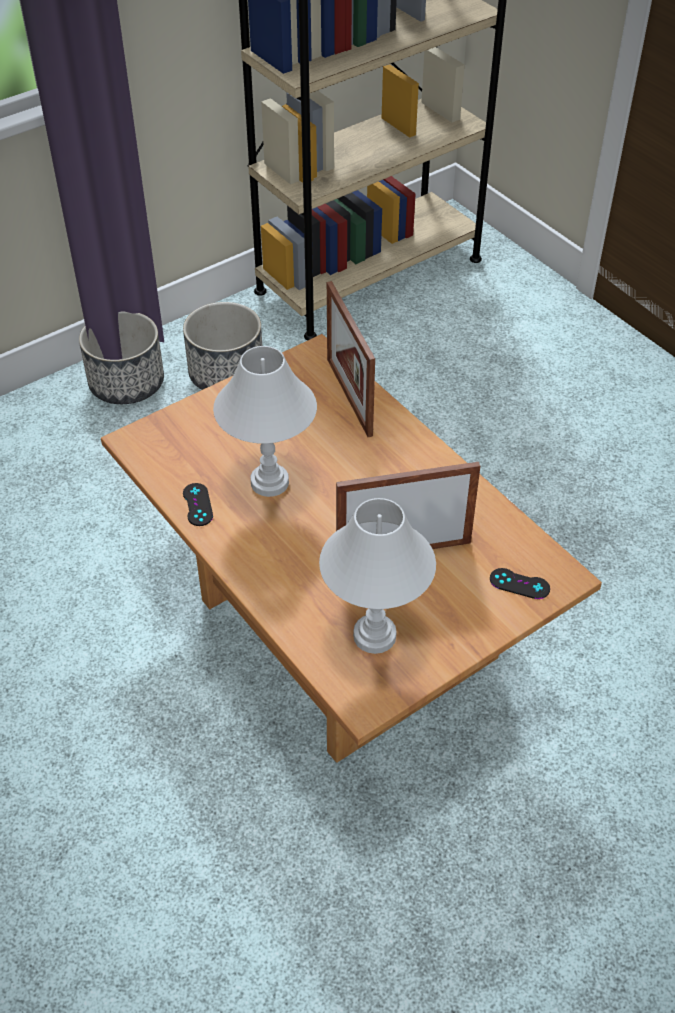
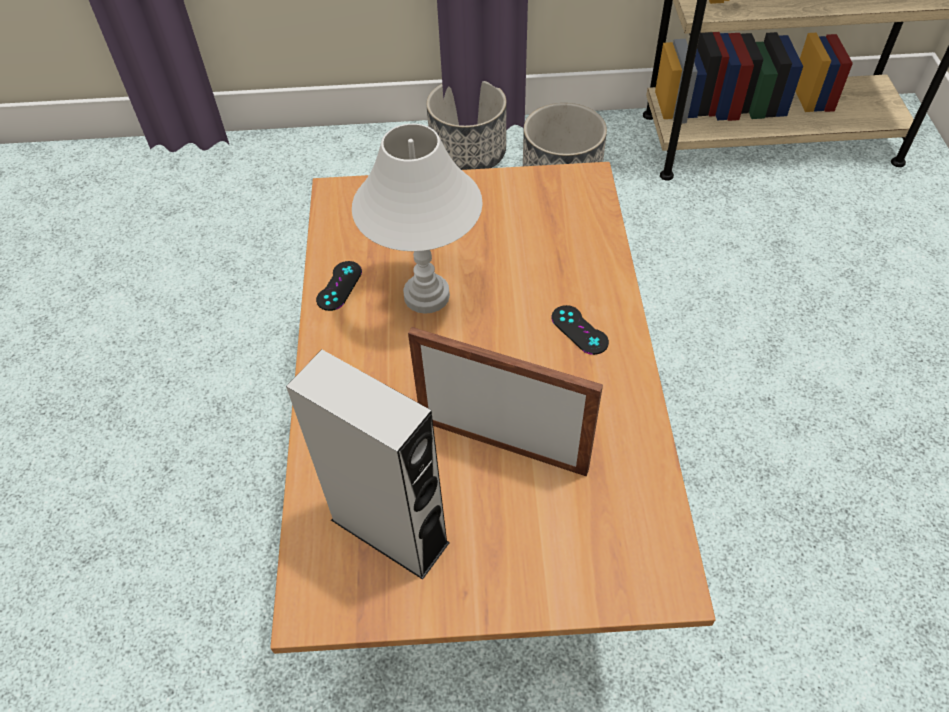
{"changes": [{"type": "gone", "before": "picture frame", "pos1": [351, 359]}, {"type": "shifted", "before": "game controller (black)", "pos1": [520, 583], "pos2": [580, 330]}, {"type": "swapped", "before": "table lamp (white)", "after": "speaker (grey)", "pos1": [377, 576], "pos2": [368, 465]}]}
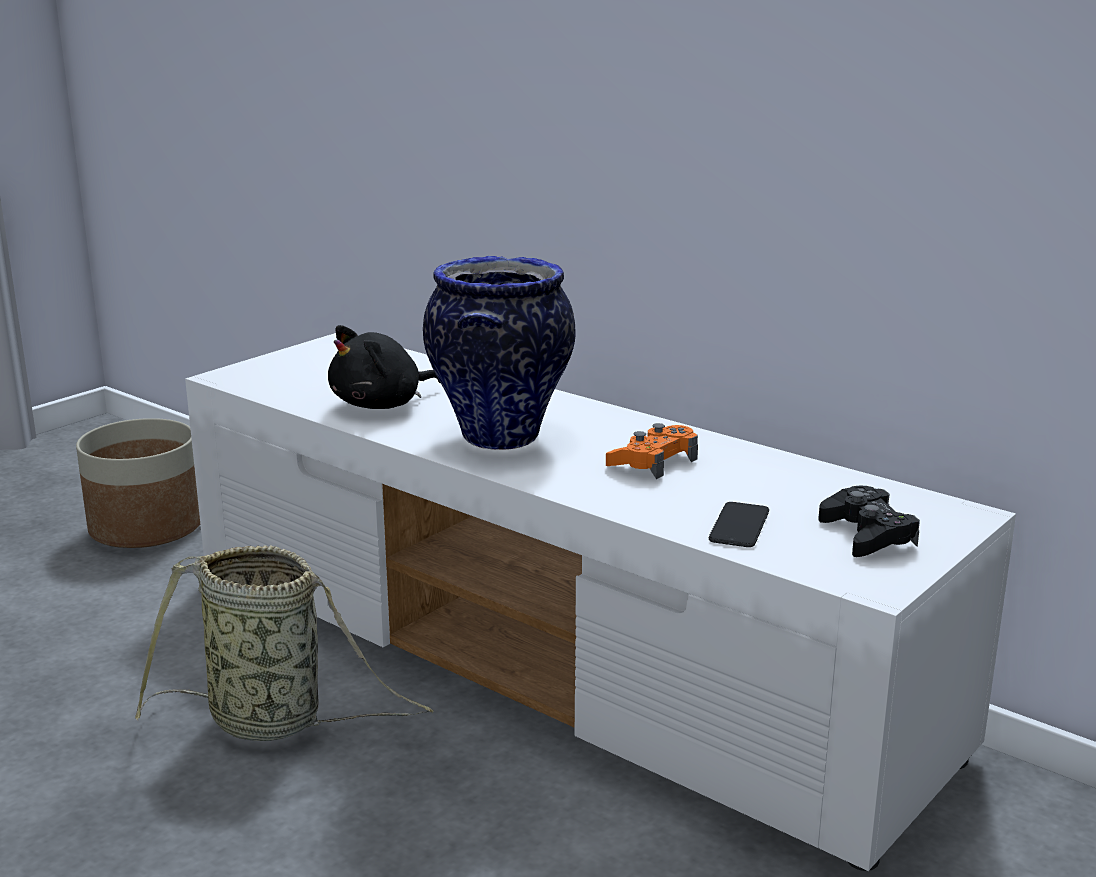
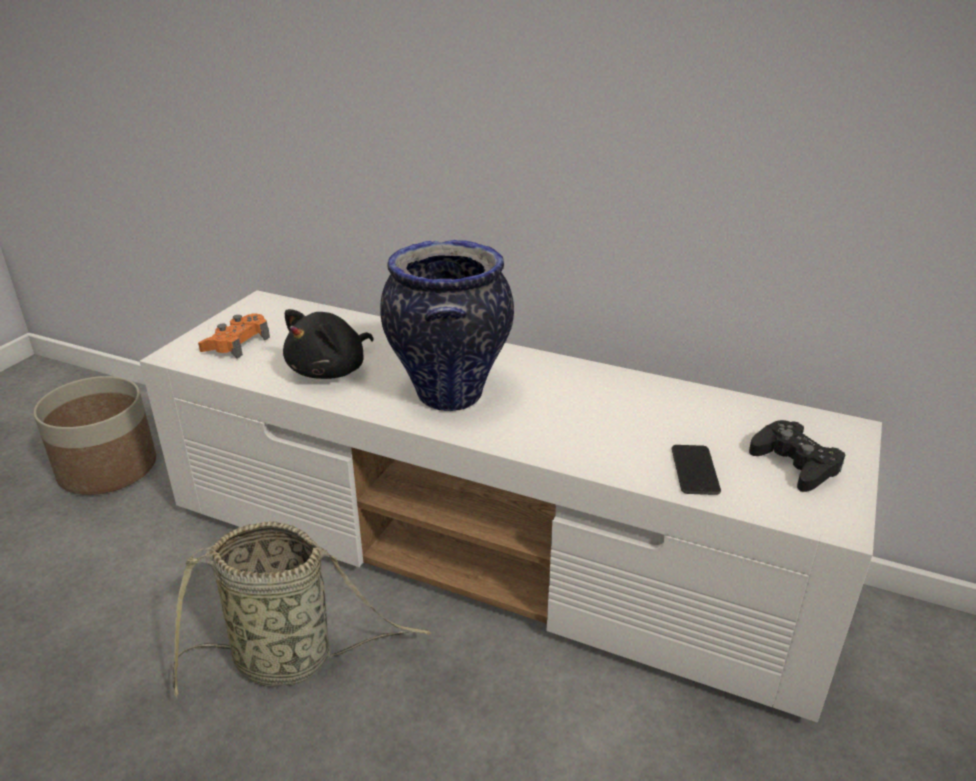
{"changes": [{"type": "shifted", "before": "game controller (orange)", "pos1": [652, 451], "pos2": [234, 336]}]}
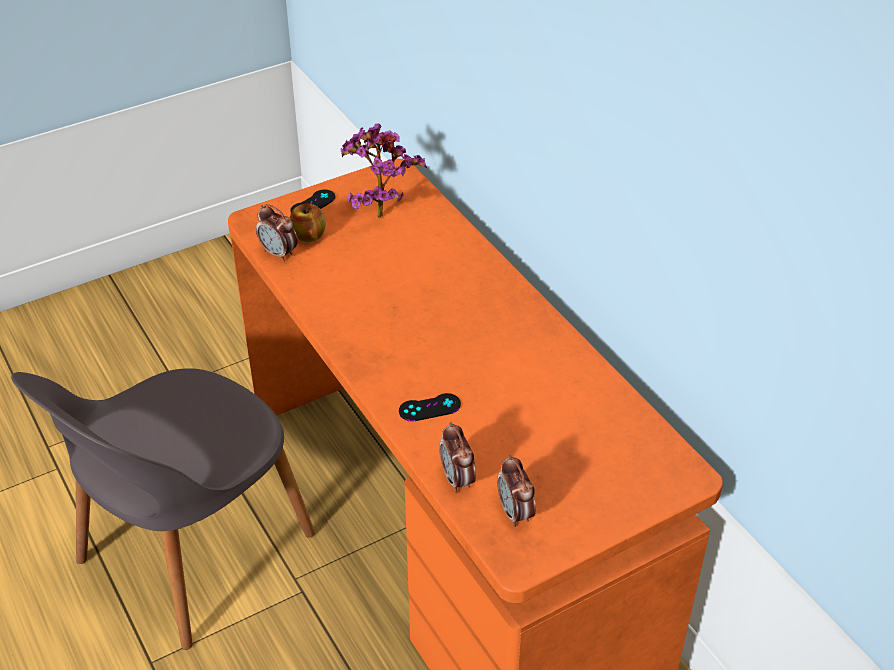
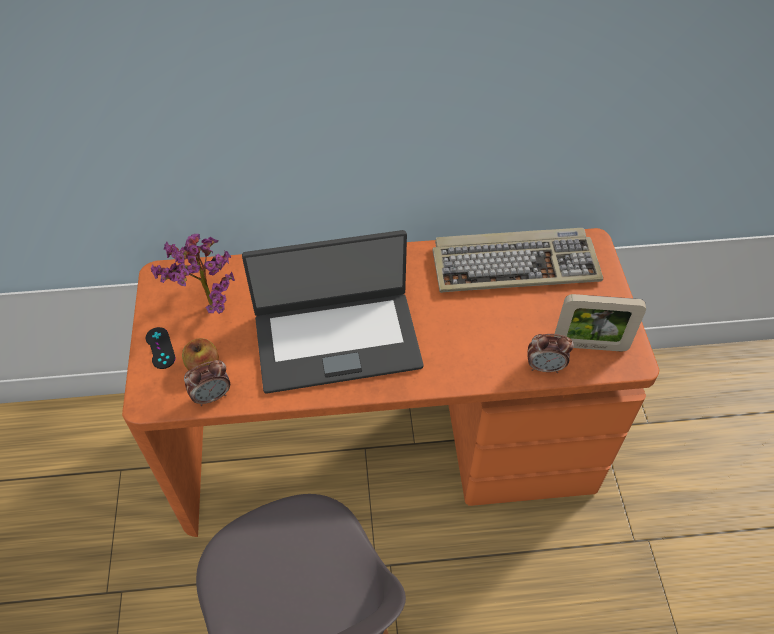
{"changes": [{"type": "gone", "before": "game controller (black)", "pos1": [430, 407]}, {"type": "new", "after": "laptop", "pos2": [333, 311]}, {"type": "new", "after": "keyboard", "pos2": [517, 260]}, {"type": "swapped", "before": "alarm clock", "after": "picture frame", "pos1": [516, 491], "pos2": [600, 322]}]}
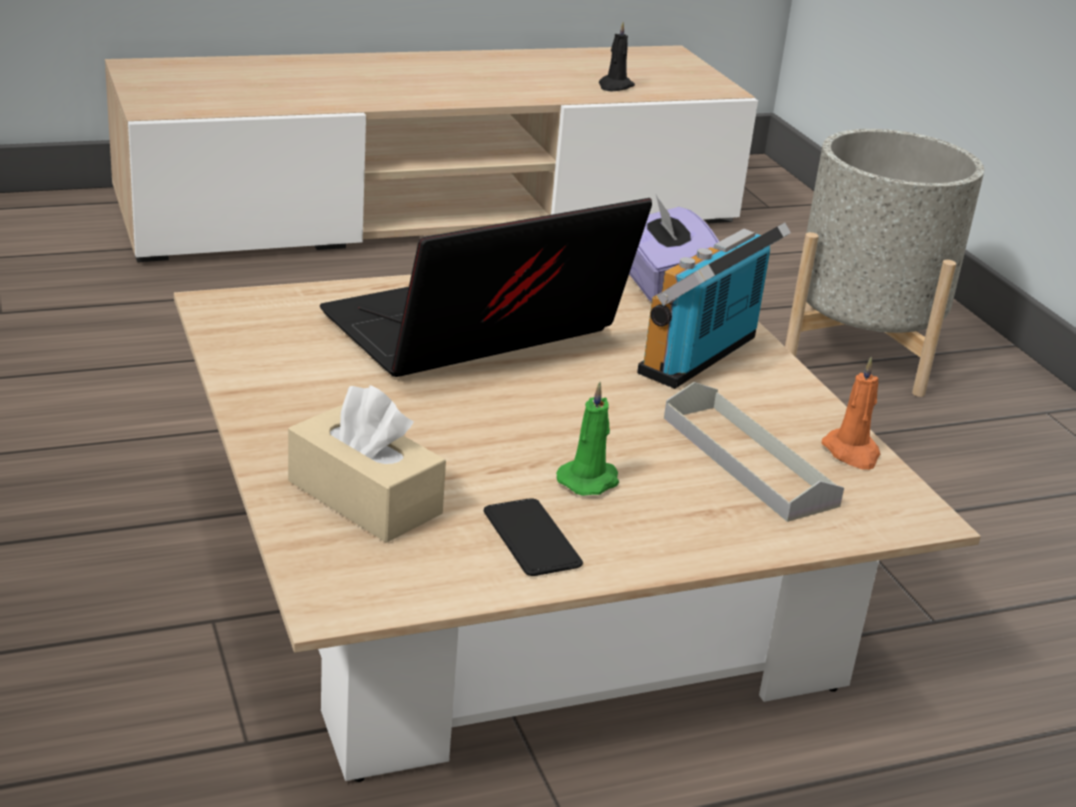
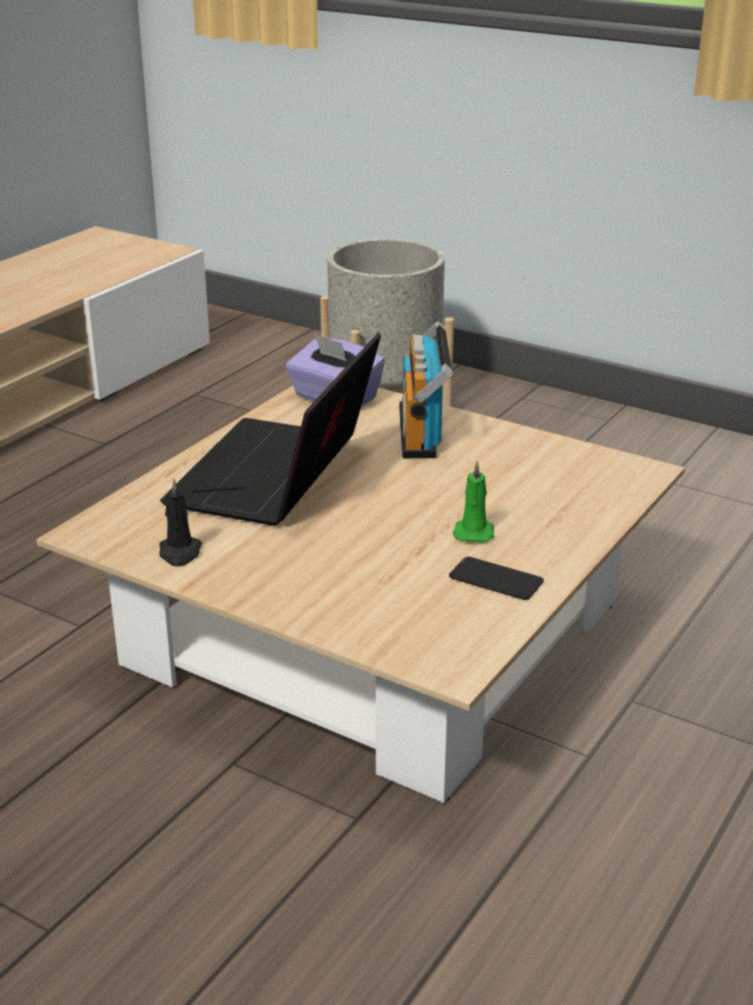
{"changes": [{"type": "gone", "before": "tissue box (beige)", "pos1": [367, 464]}, {"type": "gone", "before": "tray (grey)", "pos1": [754, 452]}, {"type": "gone", "before": "candle (orange)", "pos1": [851, 413]}, {"type": "shifted", "before": "candle (black)", "pos1": [617, 56], "pos2": [180, 522]}]}
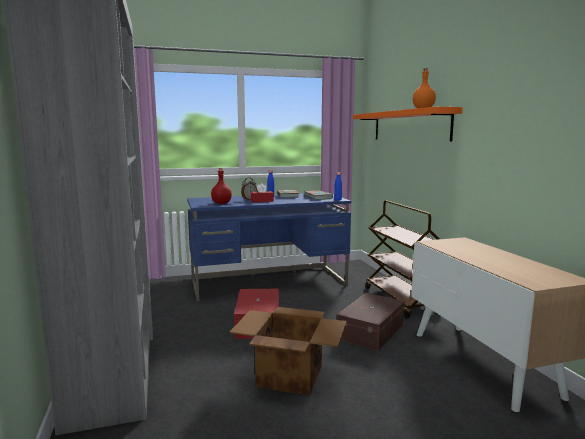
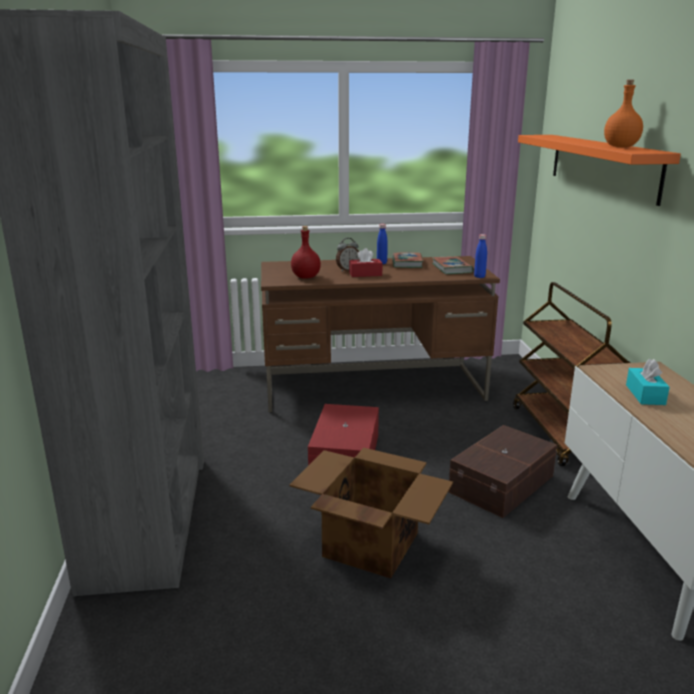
{"changes": [{"type": "new", "after": "tissue box (turquoise)", "pos2": [648, 382]}, {"type": "repainted", "before": "desk (blue)", "after": "desk (brown)", "pos1": [269, 247], "pos2": [380, 334]}]}
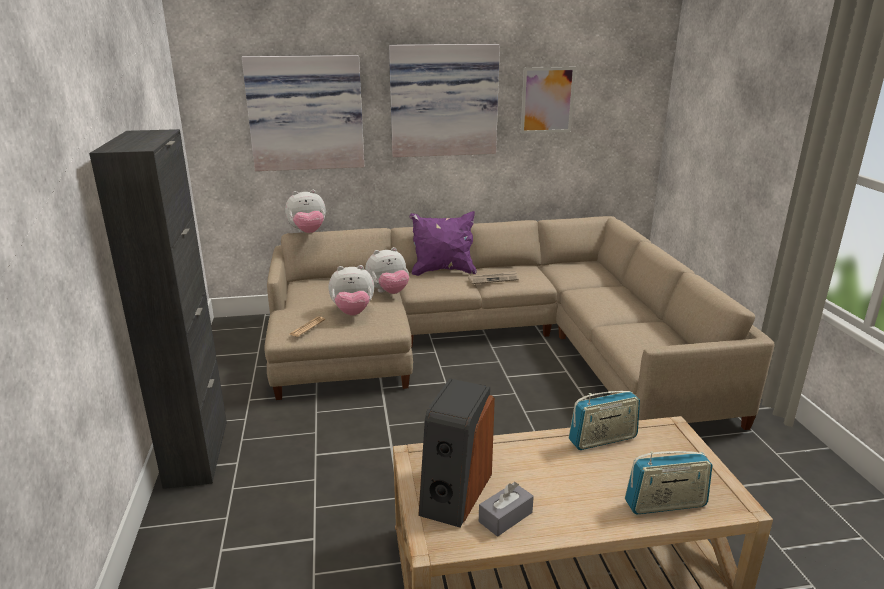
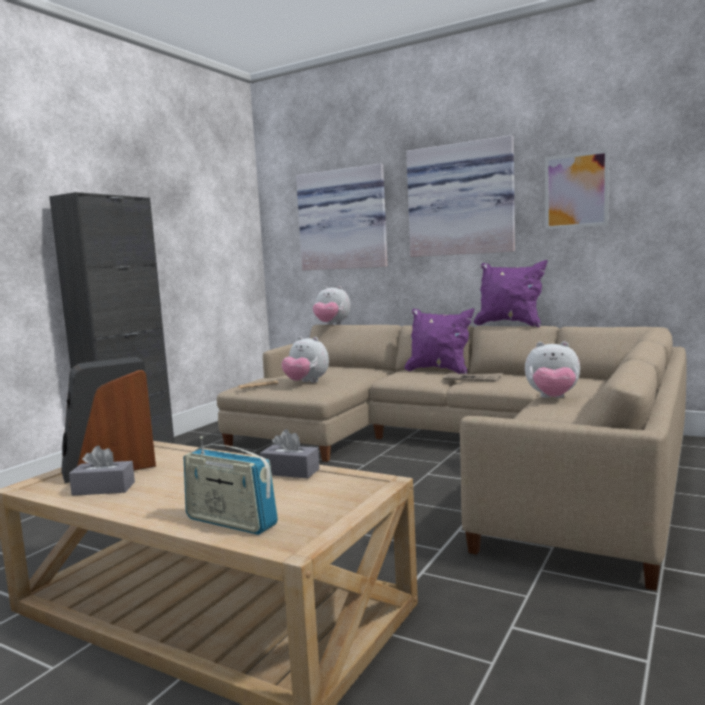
{"changes": [{"type": "new", "after": "pillow (purple)", "pos2": [511, 293]}, {"type": "shifted", "before": "plush toy", "pos1": [387, 270], "pos2": [552, 369]}, {"type": "swapped", "before": "radio", "after": "tissue box (grey)", "pos1": [604, 420], "pos2": [289, 454]}]}
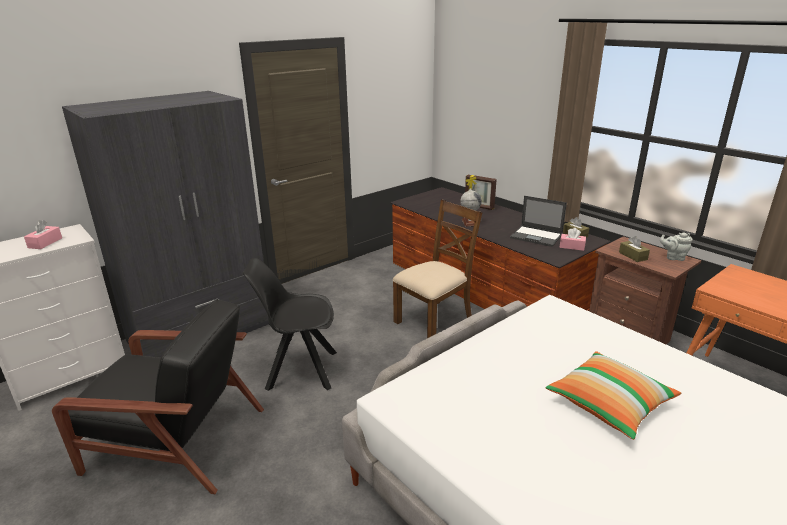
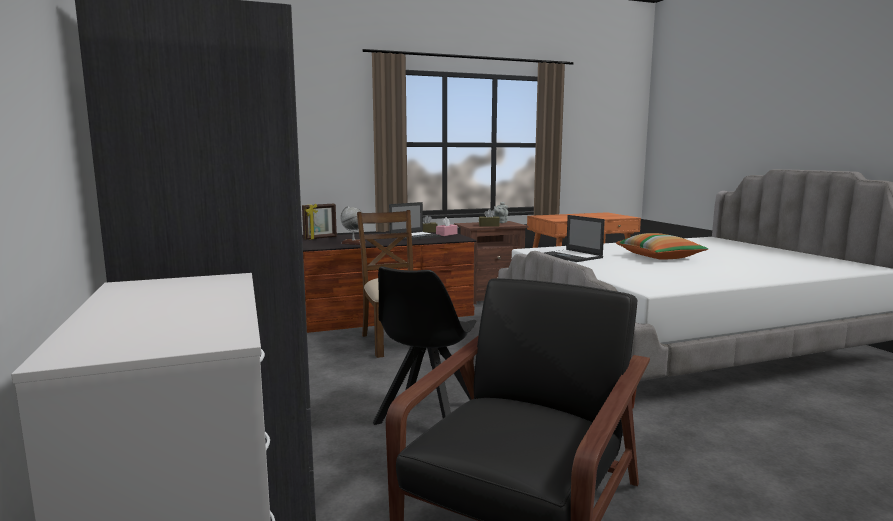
{"changes": [{"type": "gone", "before": "tissue box (pink)", "pos1": [43, 234]}, {"type": "new", "after": "laptop", "pos2": [574, 238]}]}
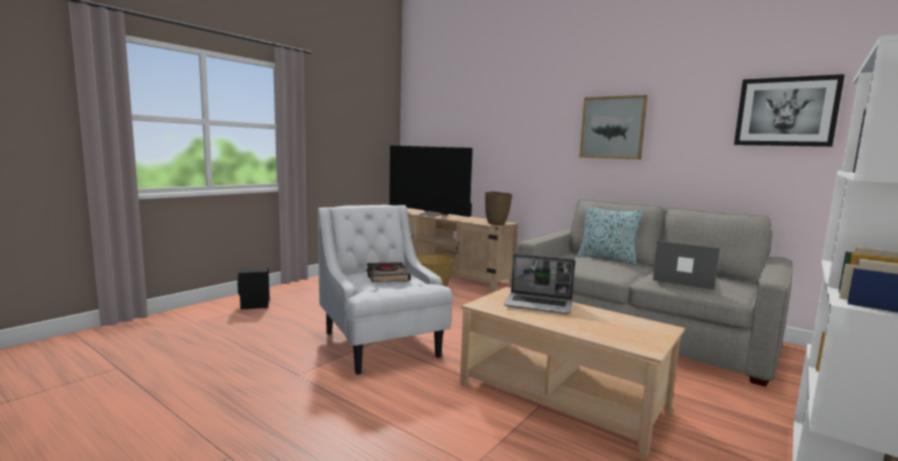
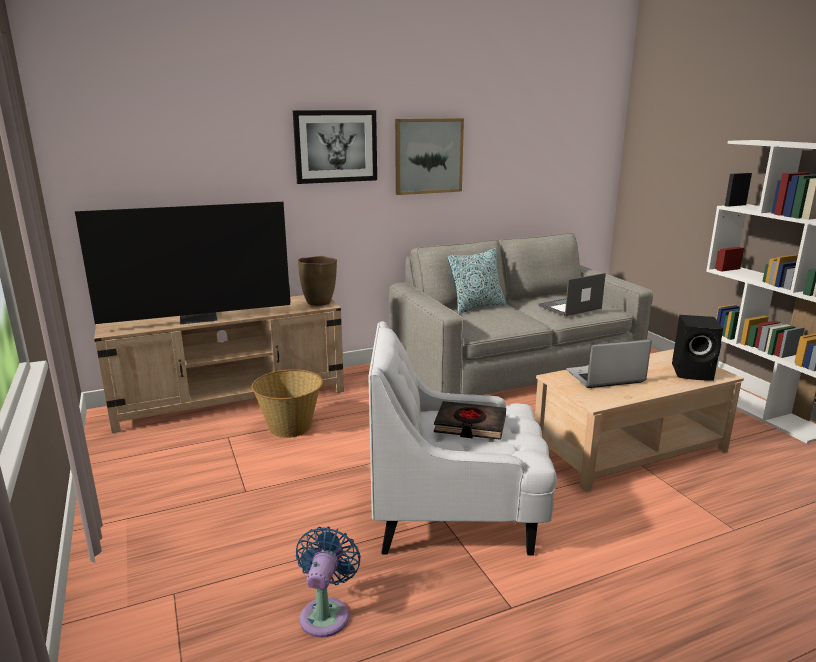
{"changes": [{"type": "new", "after": "fan (blue)", "pos2": [328, 582]}, {"type": "shifted", "before": "speaker (black)", "pos1": [254, 288], "pos2": [697, 348]}, {"type": "shifted", "before": "picture", "pos1": [789, 110], "pos2": [335, 147]}, {"type": "rotated", "before": "laptop", "pos1": [539, 284], "pos2": [609, 363], "turn": -150}]}
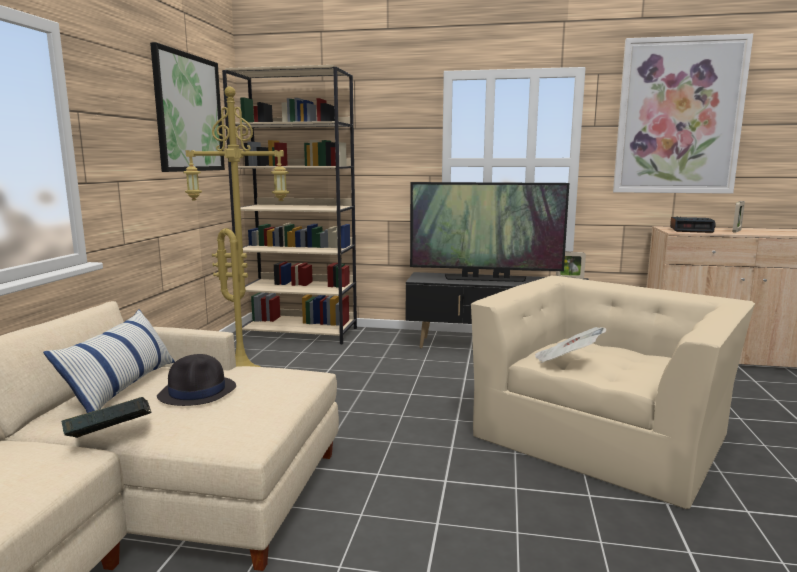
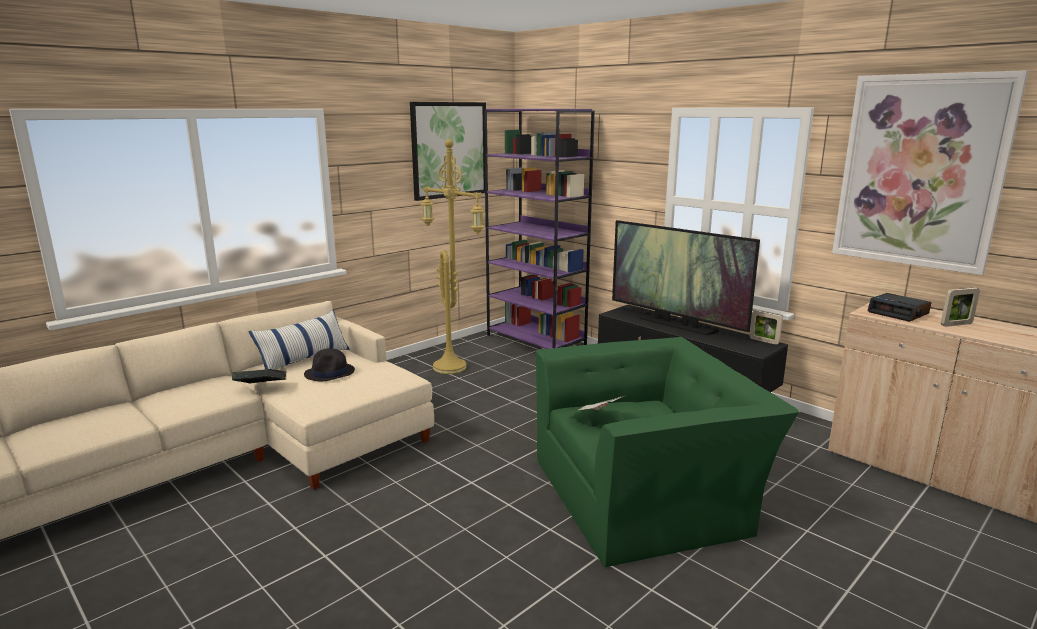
{"changes": [{"type": "repainted", "before": "bookcase (beige)", "after": "bookcase (purple)", "pos1": [289, 204], "pos2": [539, 229]}, {"type": "repainted", "before": "armchair (beige)", "after": "armchair (green)", "pos1": [613, 392], "pos2": [667, 452]}]}
